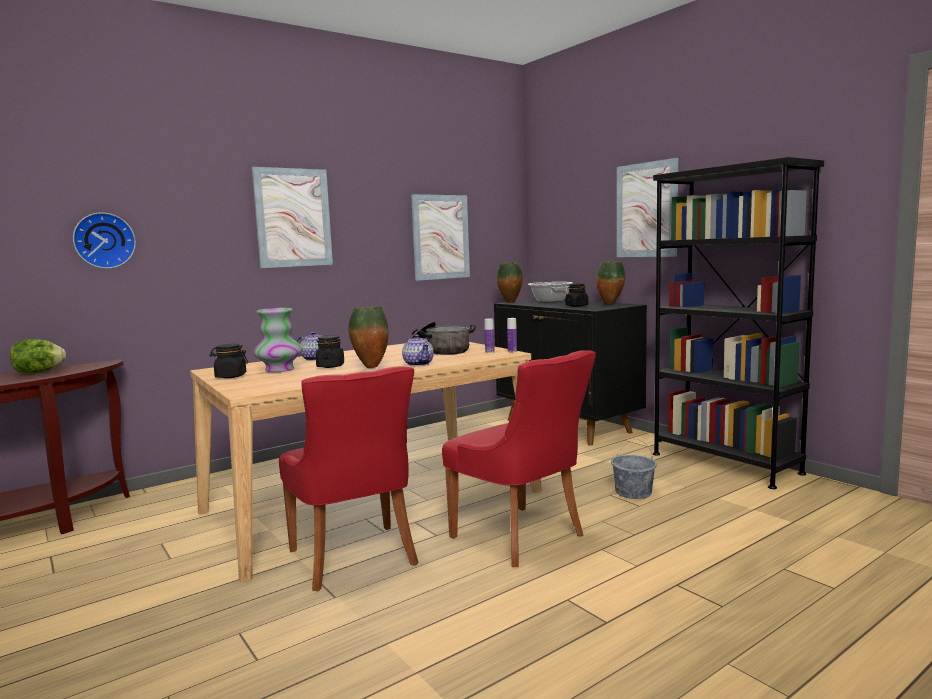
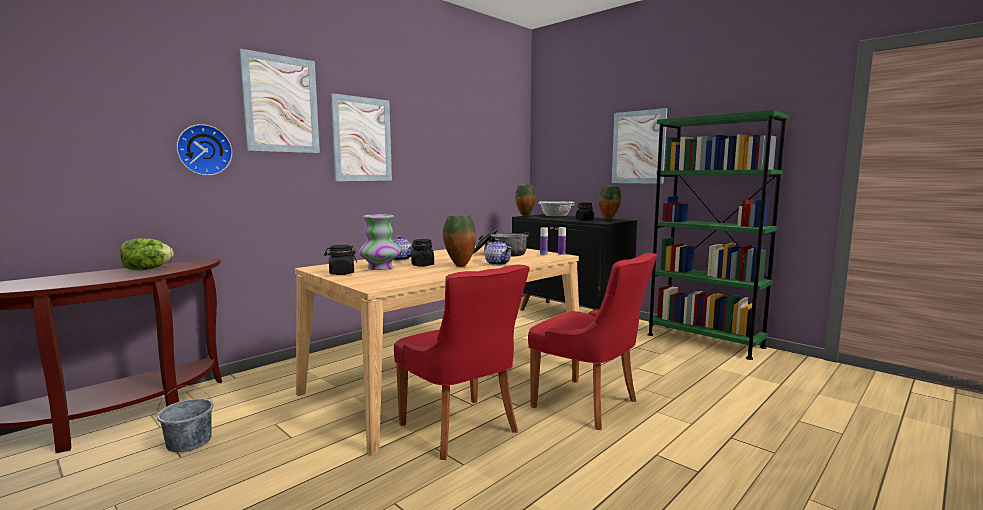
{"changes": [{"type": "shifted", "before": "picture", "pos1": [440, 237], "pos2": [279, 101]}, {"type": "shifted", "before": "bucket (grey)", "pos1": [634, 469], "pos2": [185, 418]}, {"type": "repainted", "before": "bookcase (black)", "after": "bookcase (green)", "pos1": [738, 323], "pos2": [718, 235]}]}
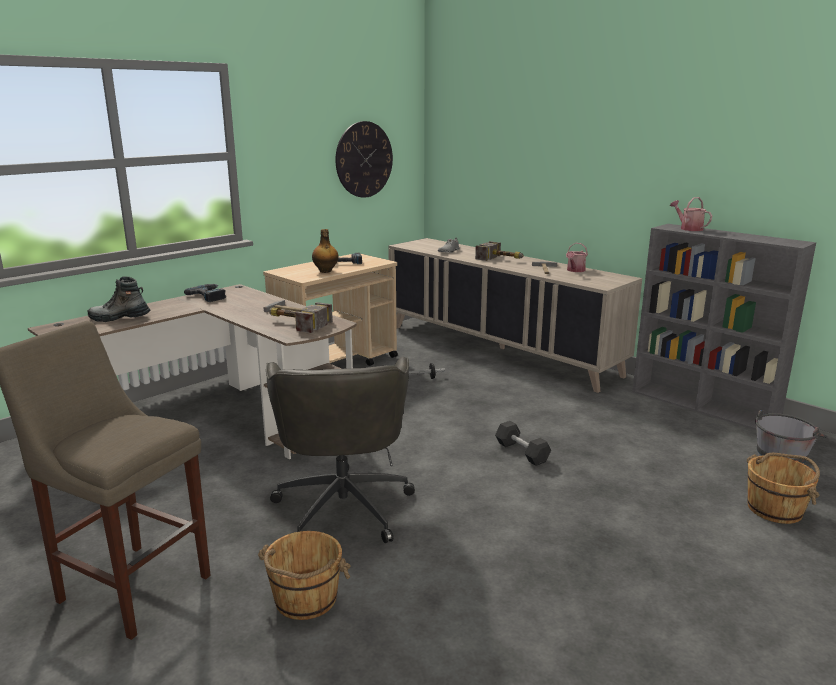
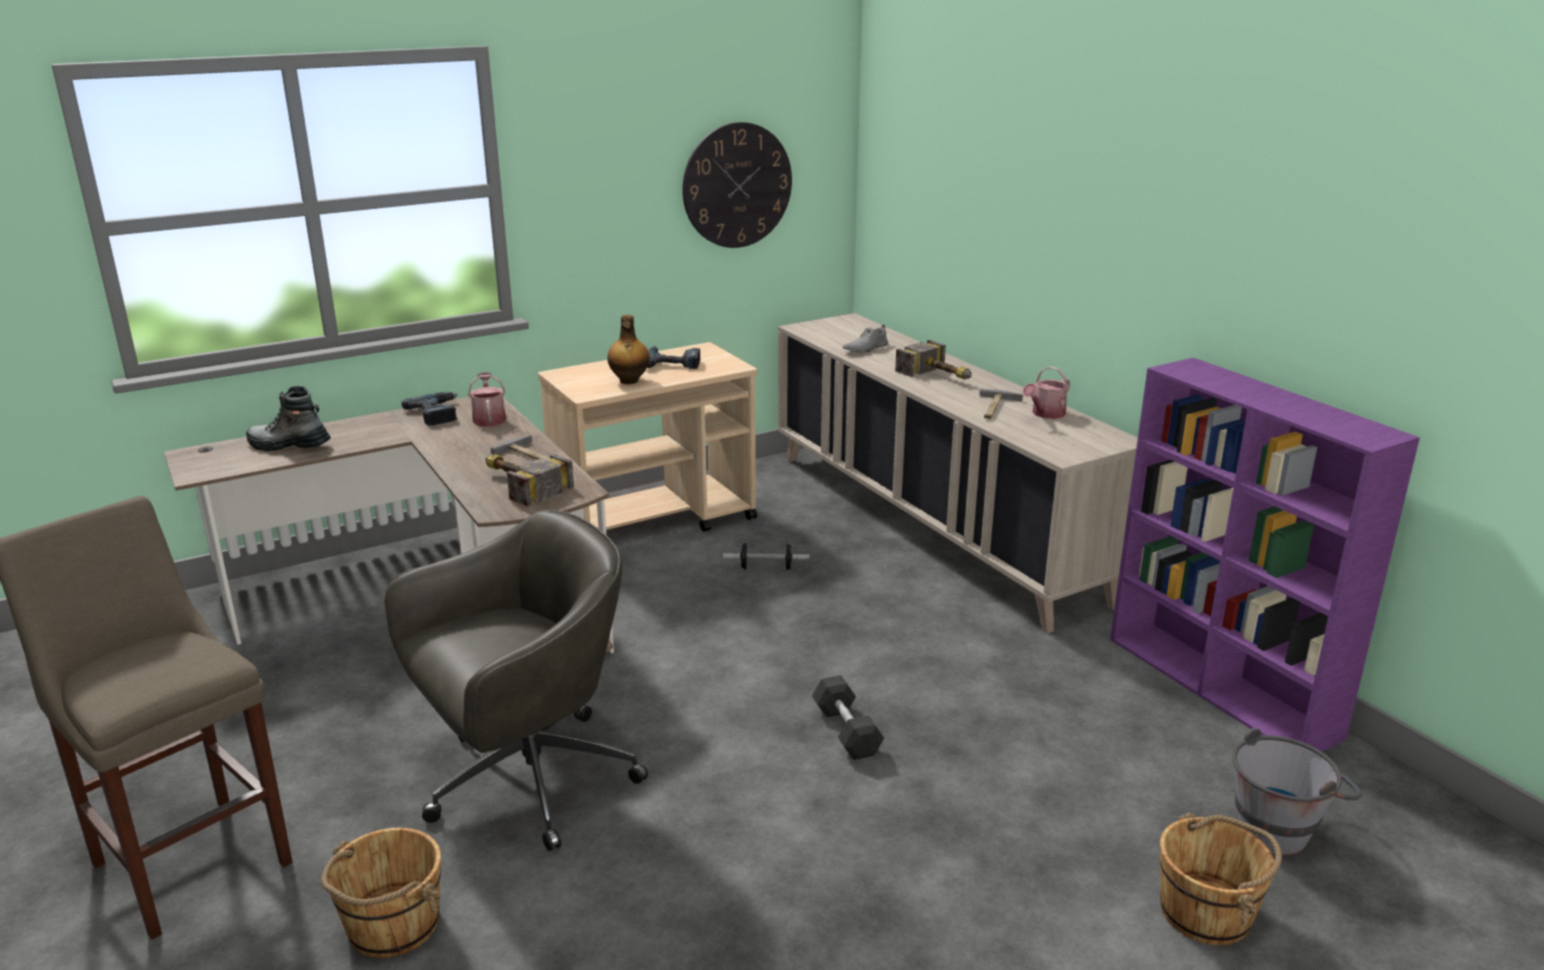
{"changes": [{"type": "shifted", "before": "watering can", "pos1": [691, 214], "pos2": [487, 399]}, {"type": "repainted", "before": "bookcase (grey)", "after": "bookcase (purple)", "pos1": [724, 327], "pos2": [1265, 555]}, {"type": "rotated", "before": "office chair (grey)", "pos1": [340, 450], "pos2": [516, 680], "turn": -135}]}
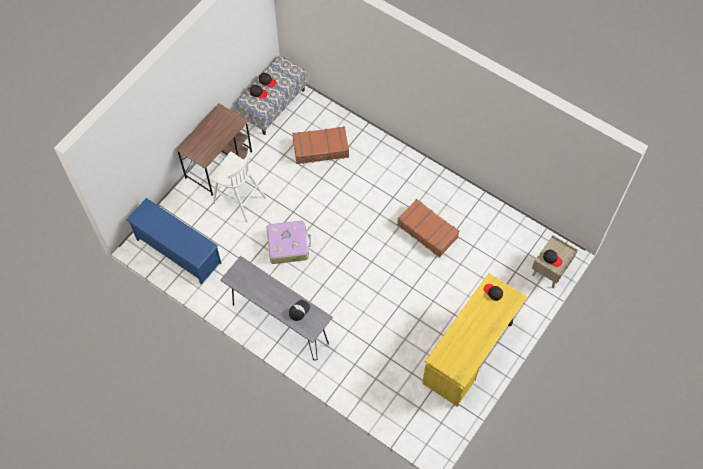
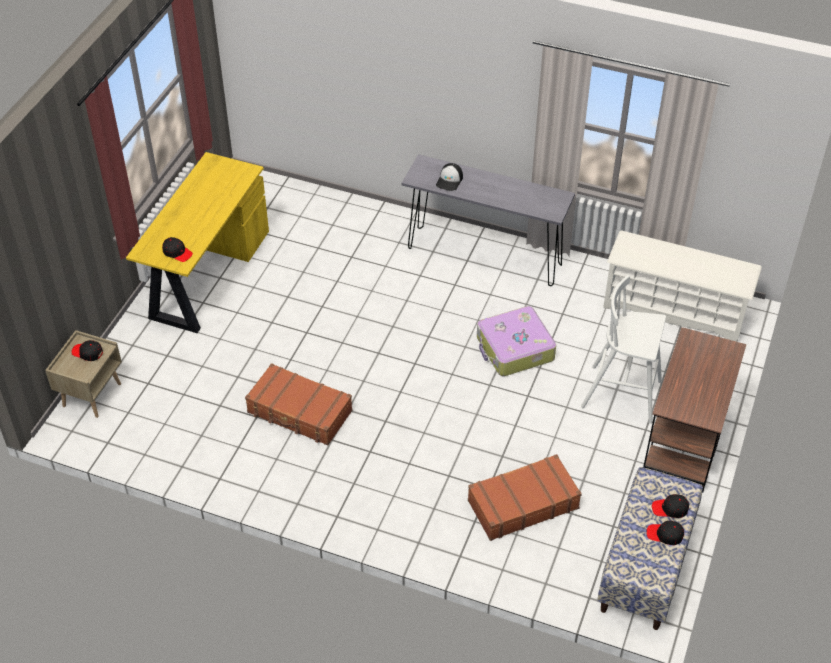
{"changes": [{"type": "repainted", "before": "shoe rack (blue)", "after": "shoe rack (white)", "pos1": [173, 241], "pos2": [682, 286]}]}
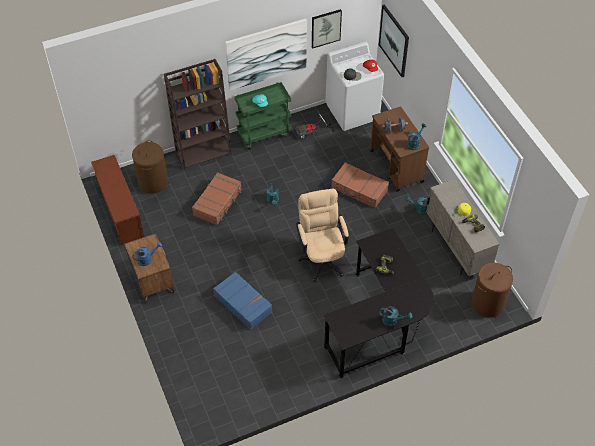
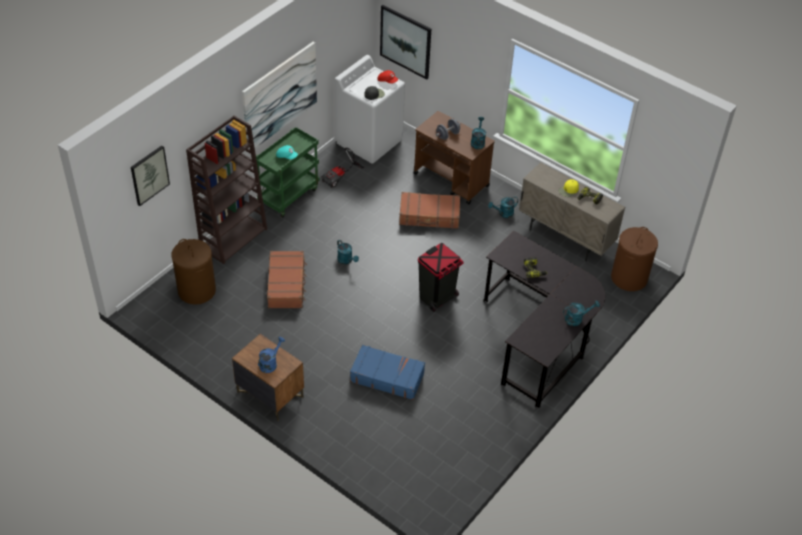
{"changes": [{"type": "gone", "before": "shoe rack (brown)", "pos1": [117, 200]}, {"type": "shifted", "before": "picture", "pos1": [327, 28], "pos2": [150, 176]}, {"type": "swapped", "before": "office chair (beige)", "after": "trash can (black)", "pos1": [322, 235], "pos2": [441, 277]}]}
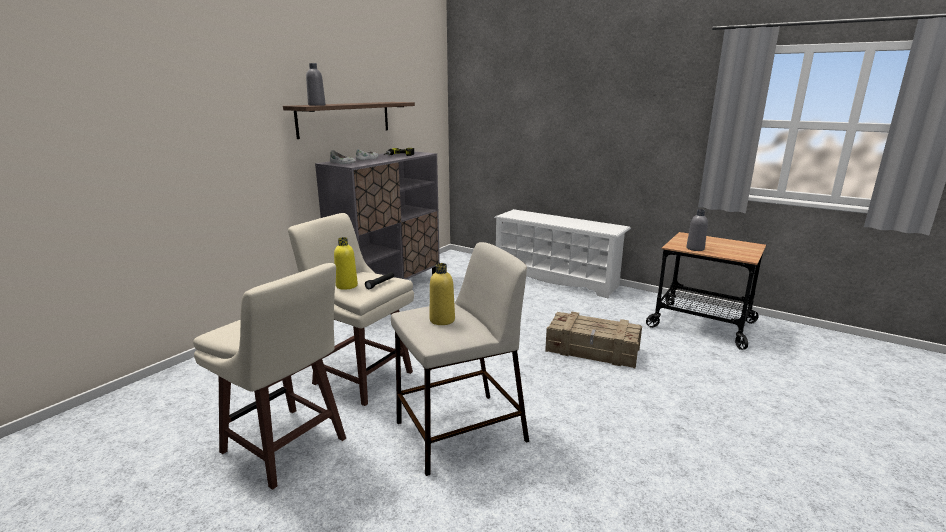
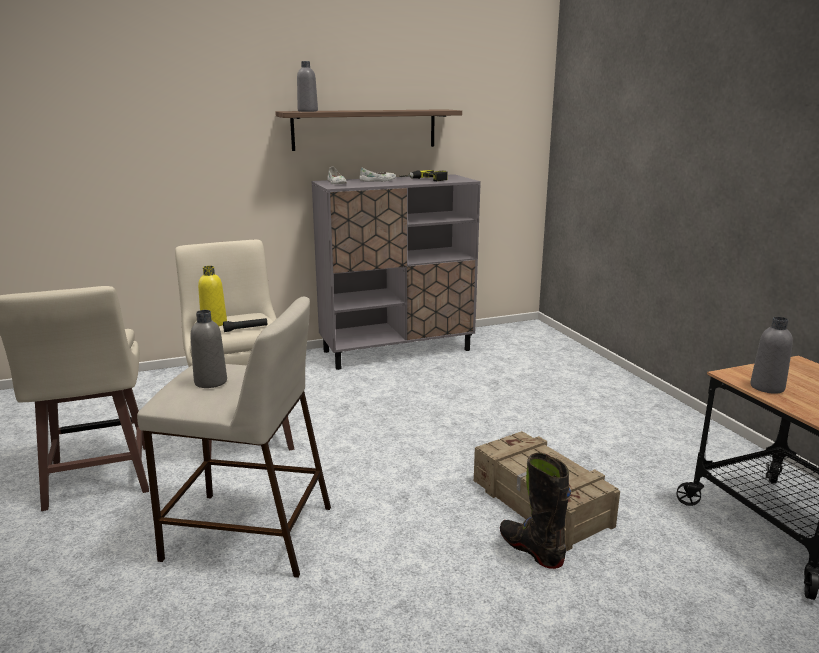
{"changes": [{"type": "gone", "before": "shoe rack (white)", "pos1": [562, 253]}, {"type": "new", "after": "boot (black)", "pos2": [535, 511]}, {"type": "repainted", "before": "bottle (yellow)", "after": "bottle (grey)", "pos1": [442, 294], "pos2": [208, 349]}]}
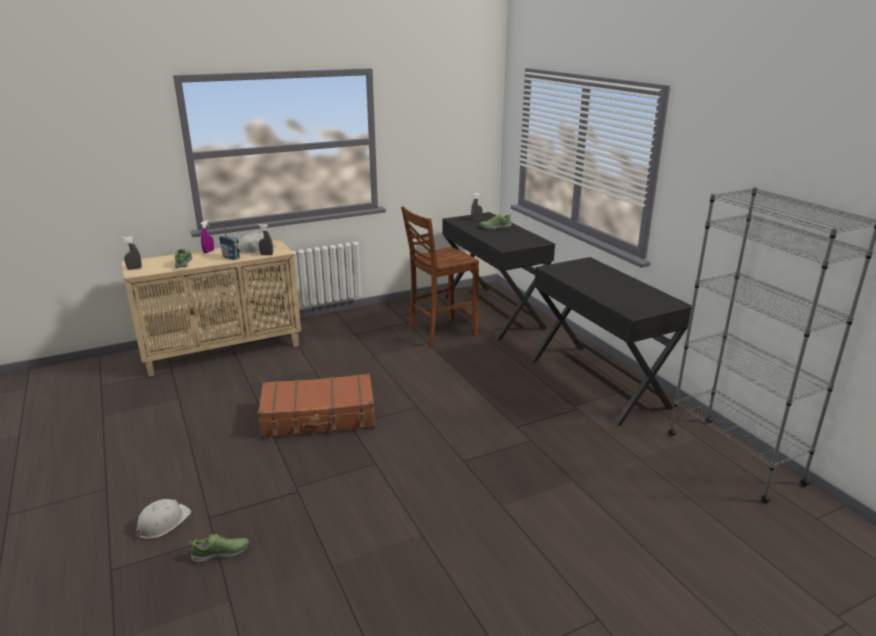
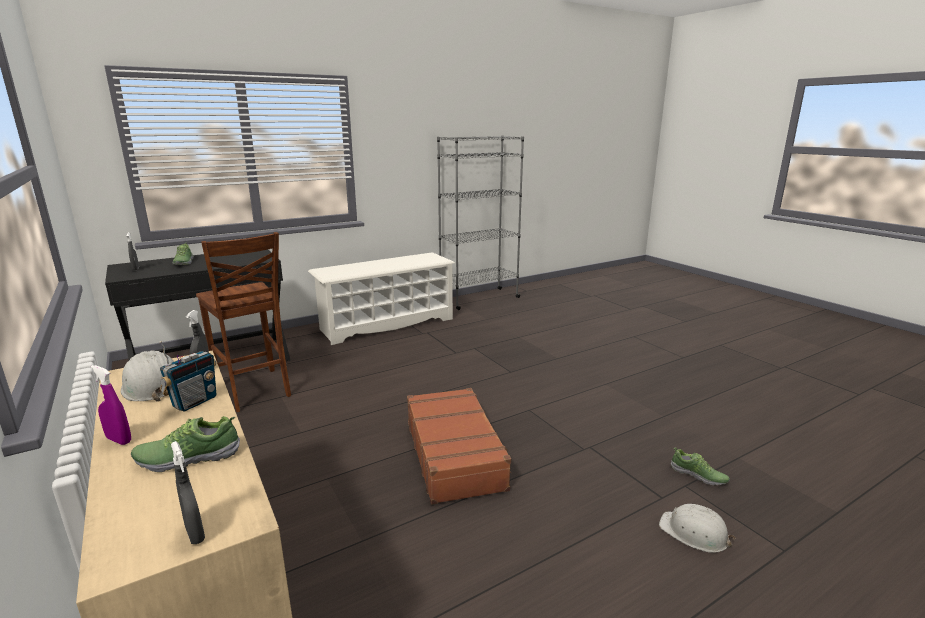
{"changes": [{"type": "swapped", "before": "desk (black)", "after": "shoe rack (white)", "pos1": [611, 342], "pos2": [381, 298]}, {"type": "rotated", "before": "shoe", "pos1": [219, 548], "pos2": [700, 466], "turn": 150}]}
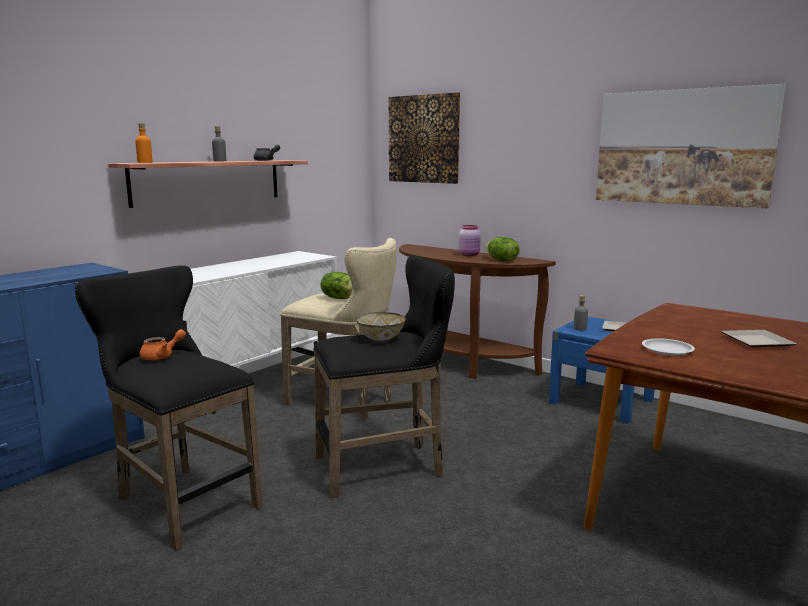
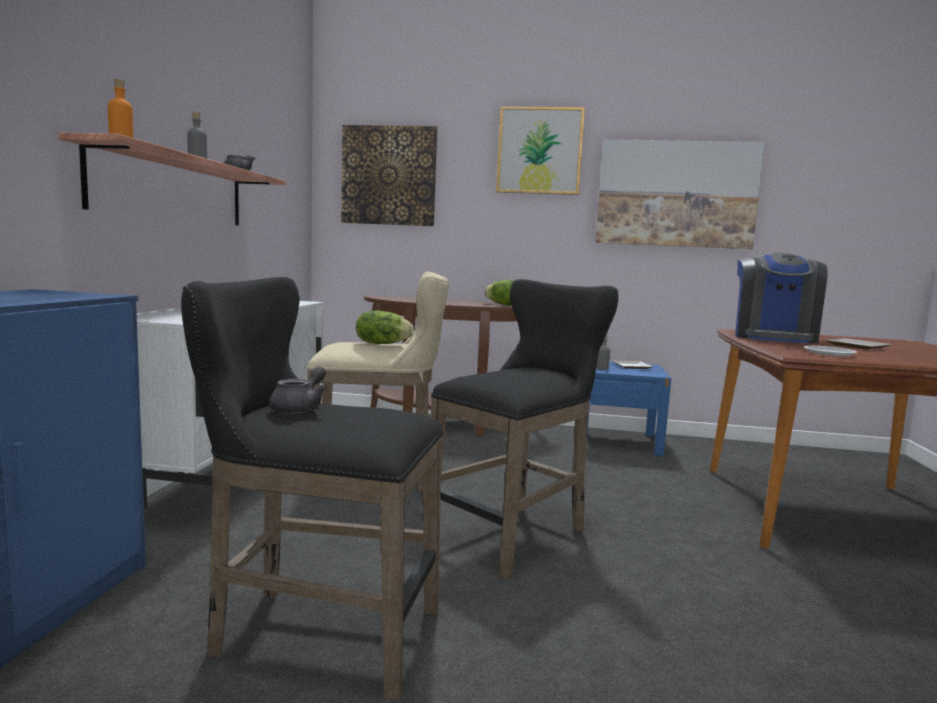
{"changes": [{"type": "gone", "before": "bowl", "pos1": [381, 326]}, {"type": "gone", "before": "jar (pink)", "pos1": [469, 240]}, {"type": "new", "after": "picture", "pos2": [540, 150]}, {"type": "new", "after": "coffee machine", "pos2": [781, 298]}, {"type": "repainted", "before": "teapot (orange)", "after": "teapot (grey)", "pos1": [162, 344], "pos2": [298, 390]}]}
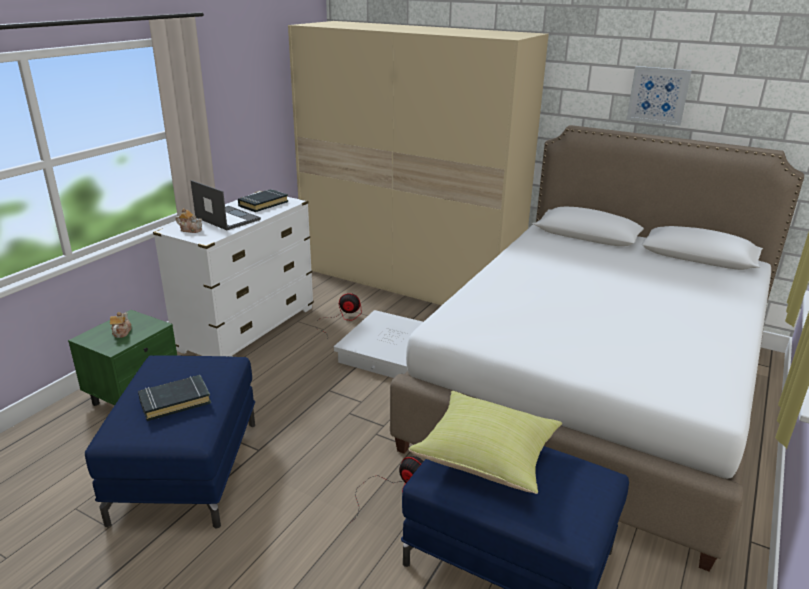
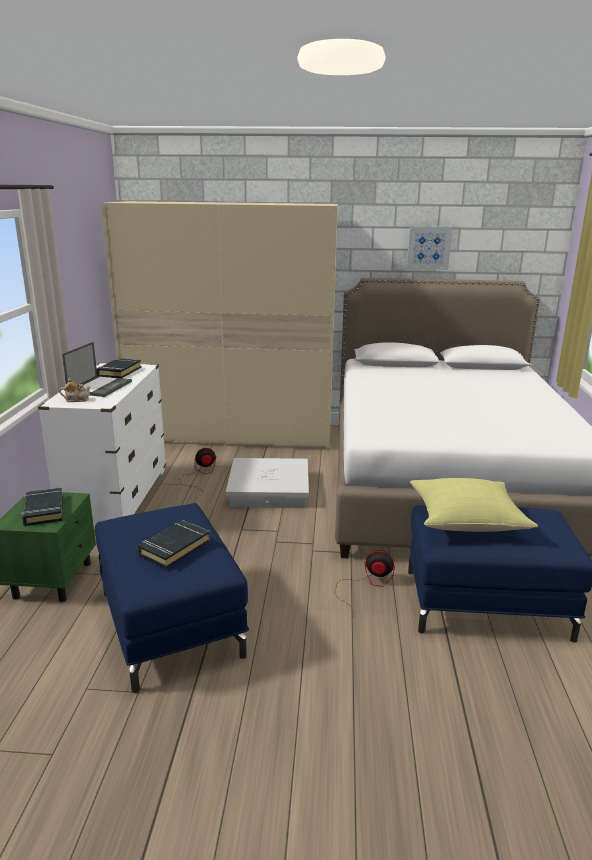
{"changes": [{"type": "swapped", "before": "teapot", "after": "book (black)", "pos1": [121, 325], "pos2": [42, 506]}, {"type": "rotated", "before": "laptop", "pos1": [226, 205], "pos2": [97, 369], "turn": 90}]}
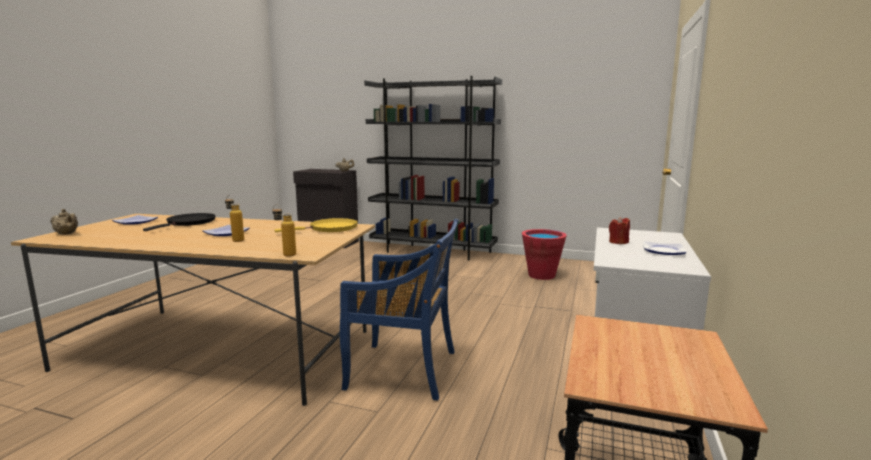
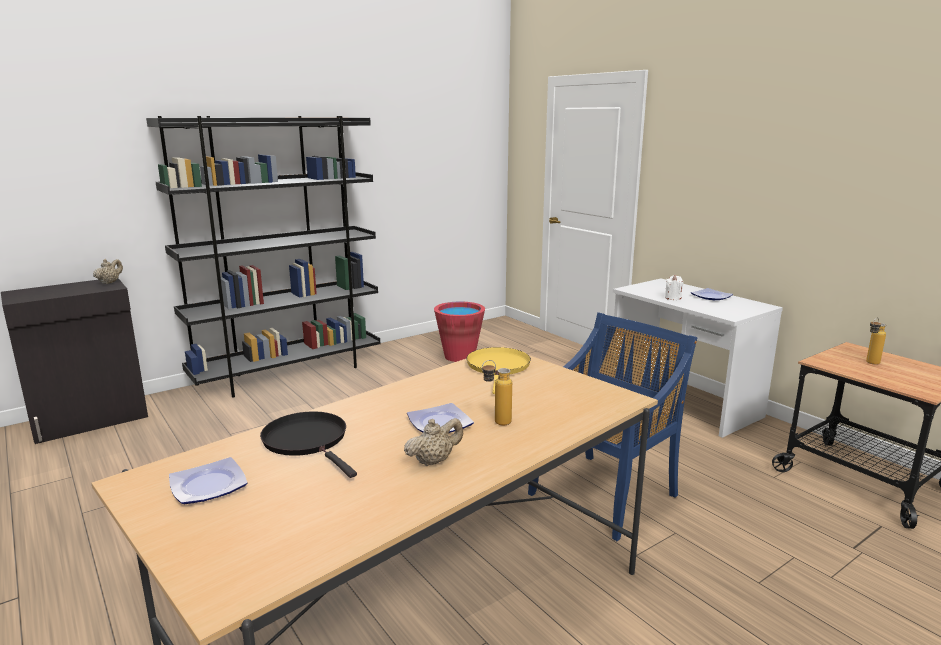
{"changes": [{"type": "shifted", "before": "teapot (beige)", "pos1": [64, 222], "pos2": [433, 442]}, {"type": "shifted", "before": "bottle", "pos1": [284, 230], "pos2": [876, 341]}, {"type": "repainted", "before": "candle (red)", "after": "candle (white)", "pos1": [619, 230], "pos2": [674, 287]}]}
